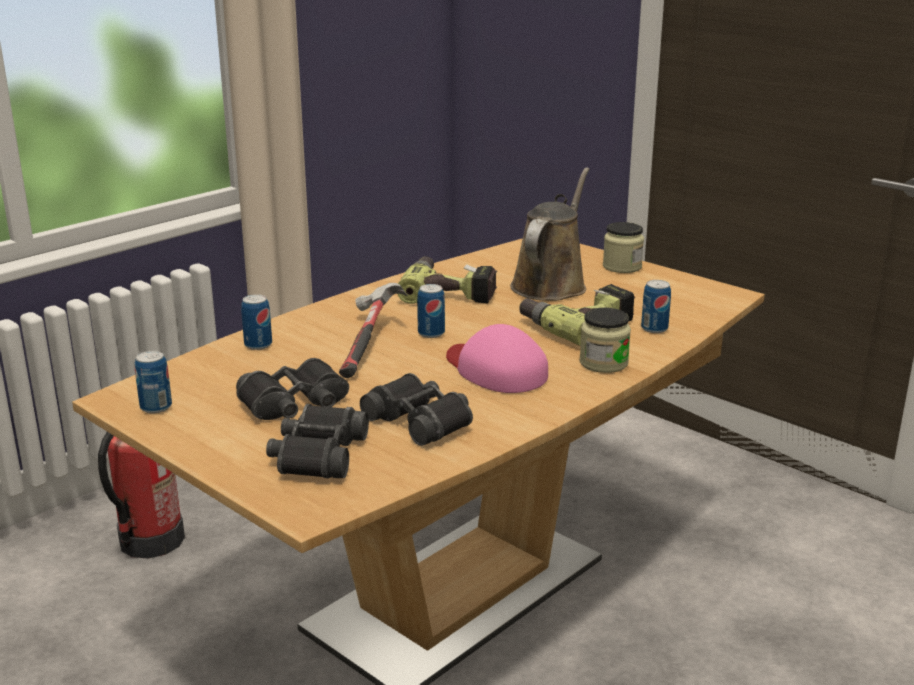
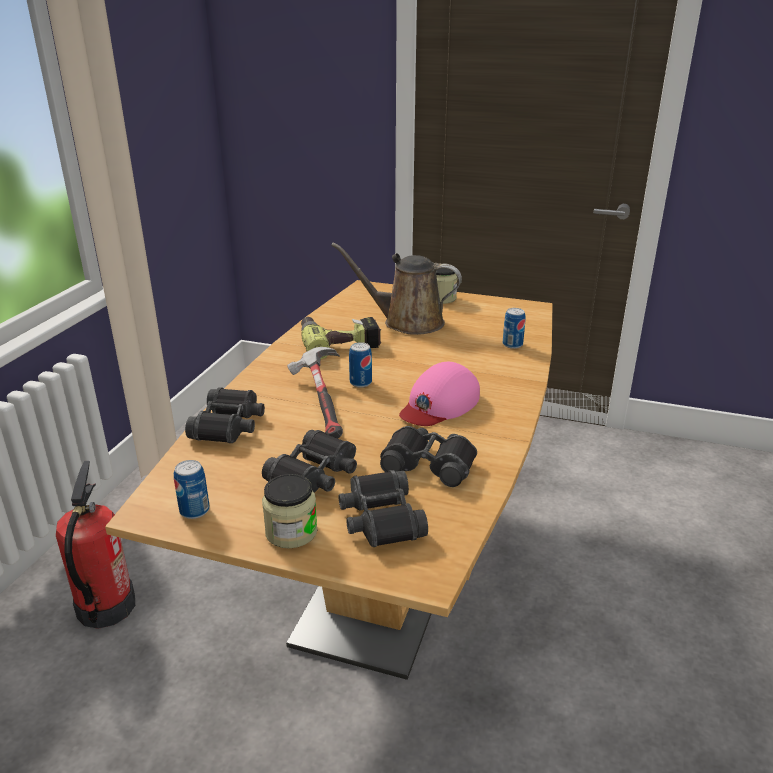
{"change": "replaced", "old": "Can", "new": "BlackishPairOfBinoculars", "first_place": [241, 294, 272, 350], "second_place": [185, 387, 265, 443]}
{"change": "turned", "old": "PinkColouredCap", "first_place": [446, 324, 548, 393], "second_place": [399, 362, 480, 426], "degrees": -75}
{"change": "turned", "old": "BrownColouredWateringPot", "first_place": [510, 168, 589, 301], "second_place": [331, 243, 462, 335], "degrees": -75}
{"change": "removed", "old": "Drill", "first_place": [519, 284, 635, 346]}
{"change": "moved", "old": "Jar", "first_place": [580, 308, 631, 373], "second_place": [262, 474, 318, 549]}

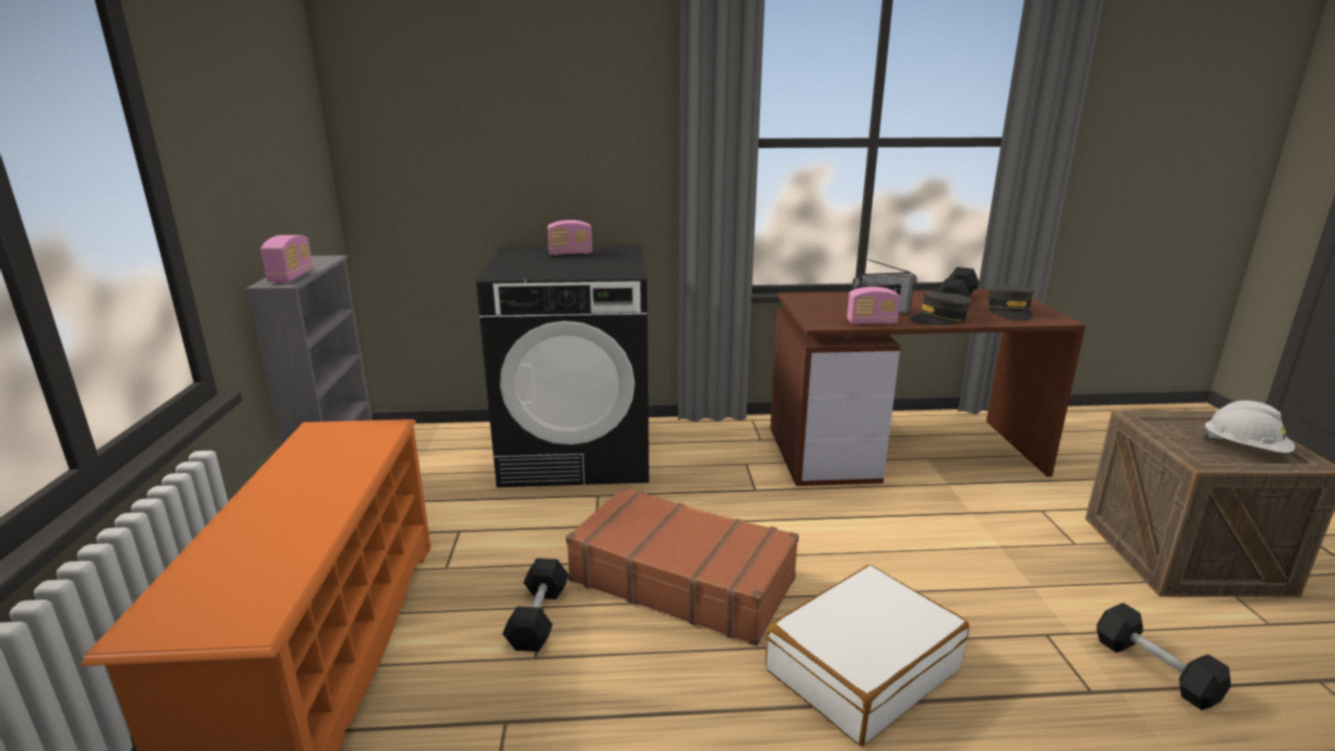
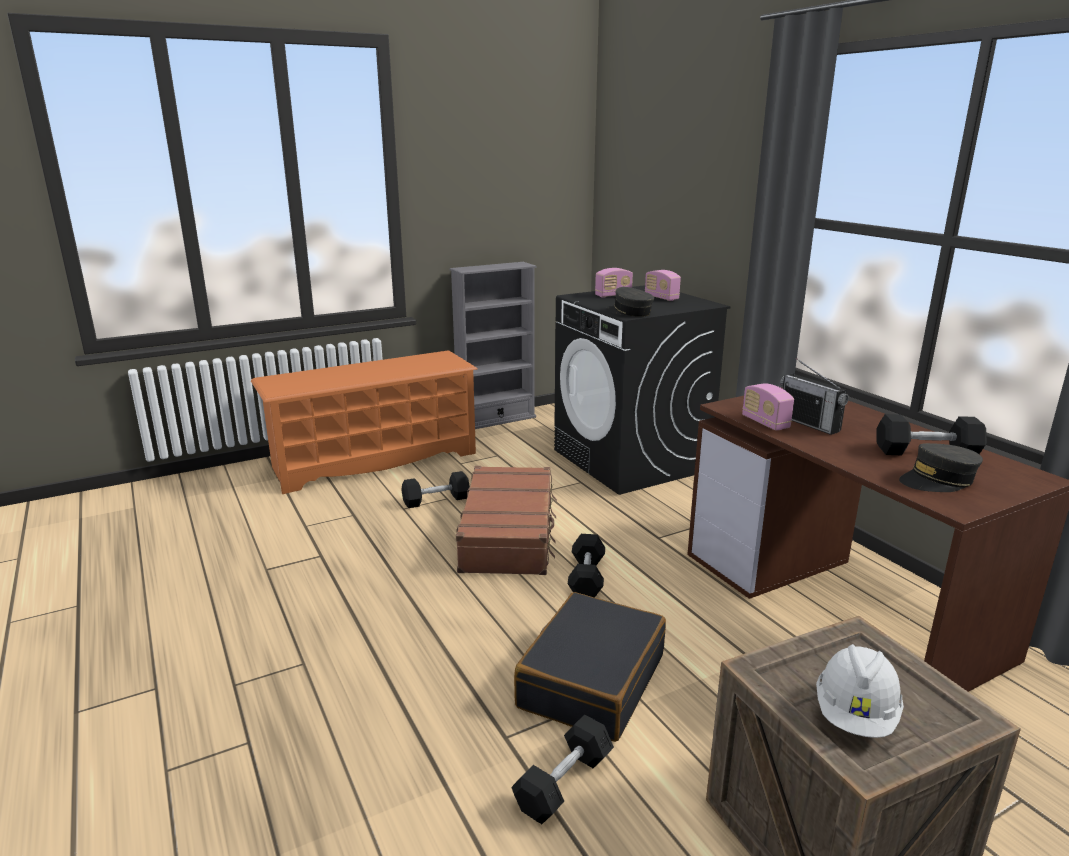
{"change": "moved", "old": "RadioReceiver", "first_place": [261, 235, 313, 283], "second_place": [595, 268, 633, 298]}
{"change": "removed", "old": "WhiteColouredSuitcase", "first_place": [765, 565, 969, 746]}
{"change": "moved", "old": "GreyCap", "first_place": [909, 292, 972, 325], "second_place": [606, 287, 654, 317]}
{"change": "added", "new": "BlackishSuitcase", "second_place": [514, 592, 666, 742]}
{"change": "added", "new": "BlackishHandWeight", "second_place": [568, 534, 605, 598]}

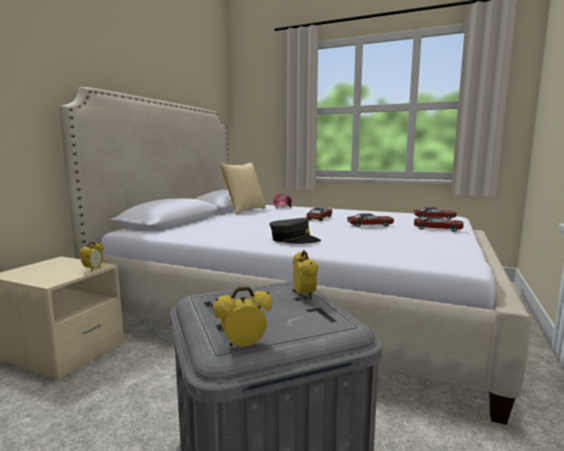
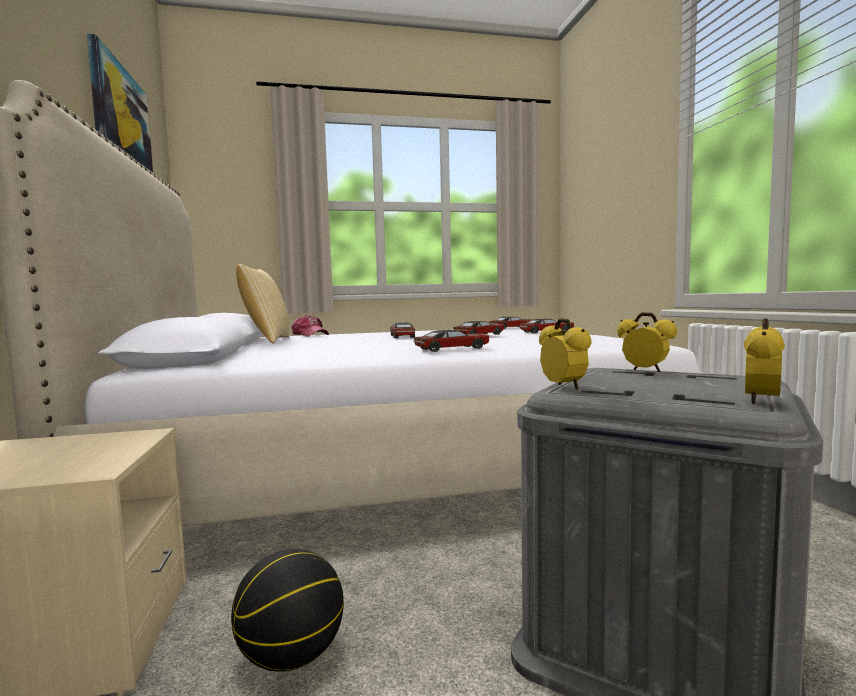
{"change": "moved", "old": "BedsideClock", "first_place": [79, 241, 104, 272], "second_place": [539, 318, 592, 390]}
{"change": "replaced", "old": "GreyCap", "new": "ModelCar", "first_place": [269, 218, 321, 244], "second_place": [414, 330, 490, 352]}
{"change": "added", "new": "WallPicture", "second_place": [87, 33, 153, 172]}
{"change": "added", "new": "Basketball", "second_place": [231, 549, 344, 672]}

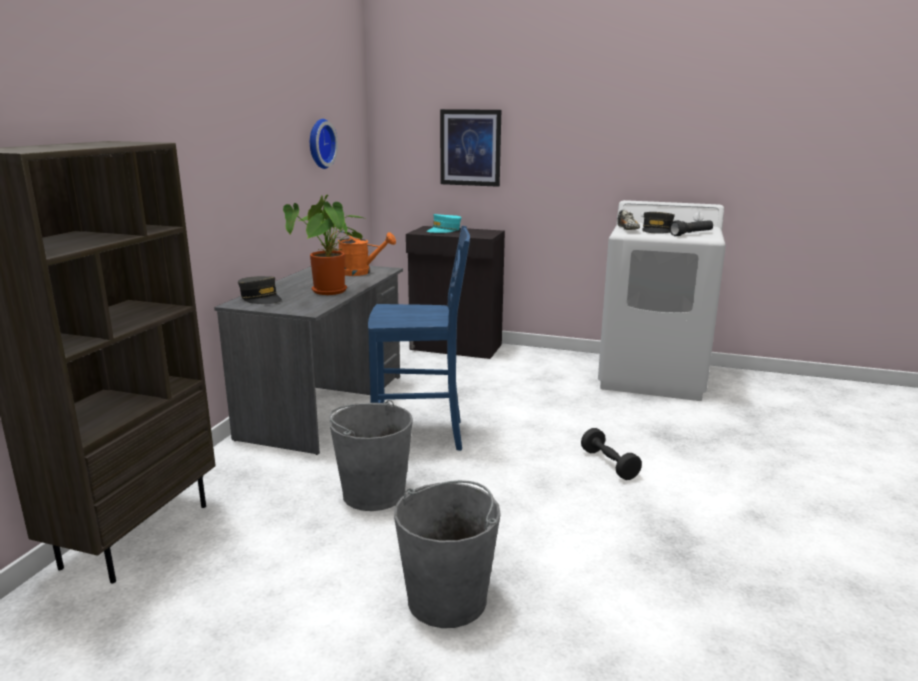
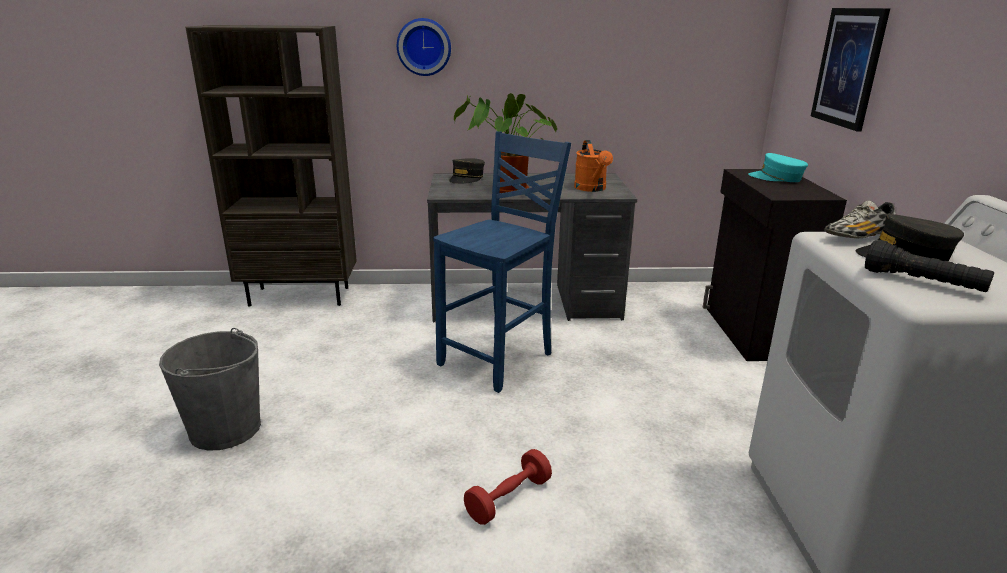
{"change": "moved", "old": "ClockOnTheWall", "first_place": [310, 119, 338, 169], "second_place": [397, 18, 451, 76]}
{"change": "removed", "old": "GreyWaterBucket", "first_place": [329, 400, 413, 511]}
{"change": "turned", "old": "BlueUprightChair", "first_place": [368, 226, 470, 451], "second_place": [433, 131, 571, 393], "degrees": -120}
{"change": "recoloured", "old": "BlackishHandWeight", "new": "RedColouredHandWeight", "first_place": [581, 428, 642, 480], "second_place": [464, 449, 552, 525]}

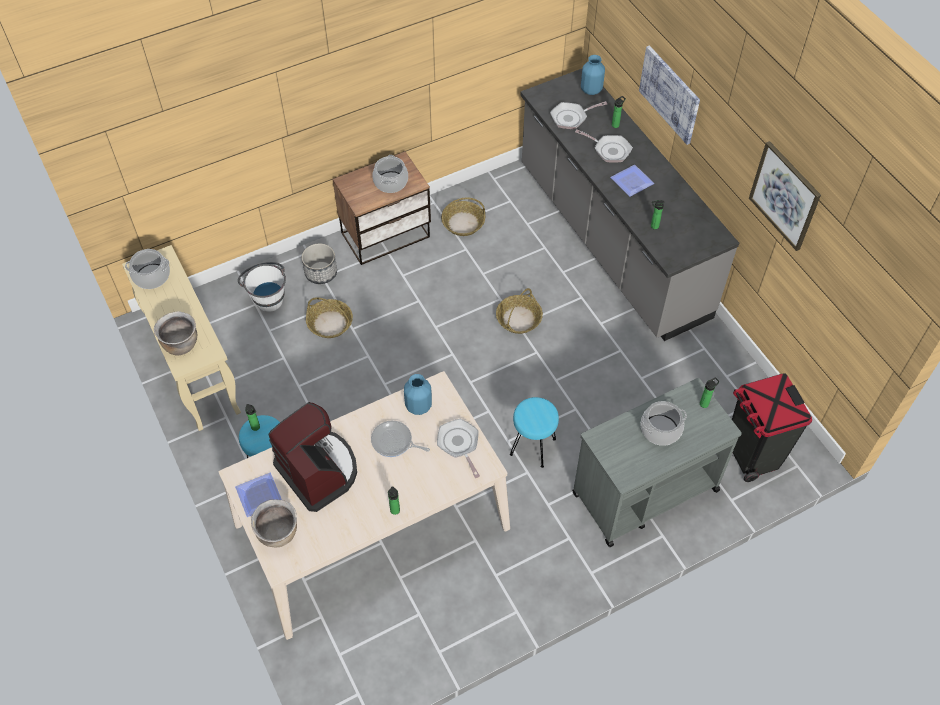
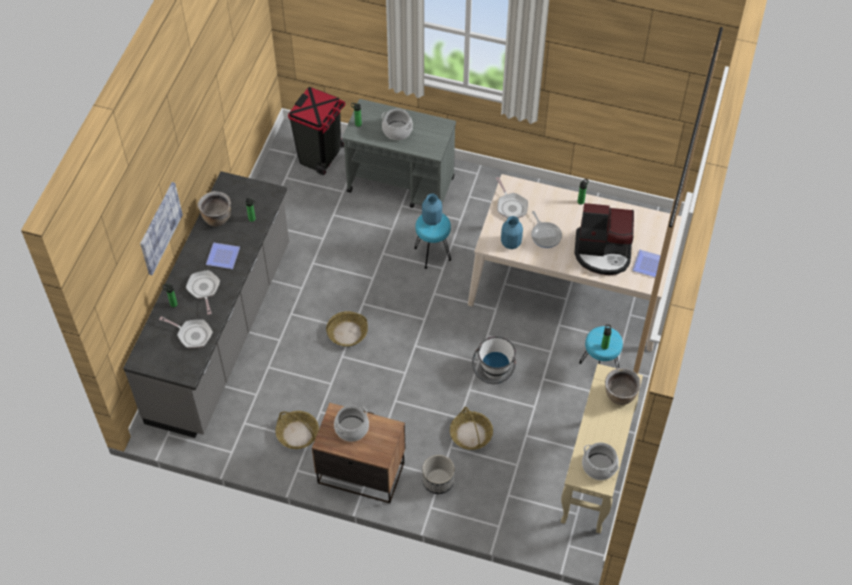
{"change": "moved", "old": "WhiteColouredWaterBucket", "first_place": [238, 262, 286, 312], "second_place": [472, 336, 516, 384]}
{"change": "moved", "old": "BrownColouredStockpot", "first_place": [251, 499, 297, 548], "second_place": [198, 191, 231, 226]}
{"change": "turned", "old": "CoffeeMaker", "first_place": [269, 402, 357, 512], "second_place": [574, 203, 634, 275], "degrees": -90}
{"change": "turned", "old": "Pan", "first_place": [437, 418, 480, 478], "second_place": [495, 177, 528, 219], "degrees": -45}
{"change": "moved", "old": "BlueVase", "first_place": [581, 55, 605, 95], "second_place": [422, 194, 442, 226]}
{"change": "removed", "old": "WallPicture", "first_place": [749, 141, 821, 251]}

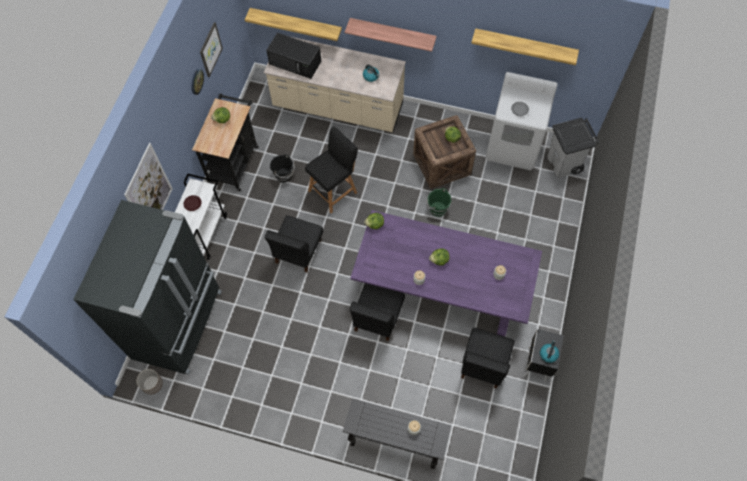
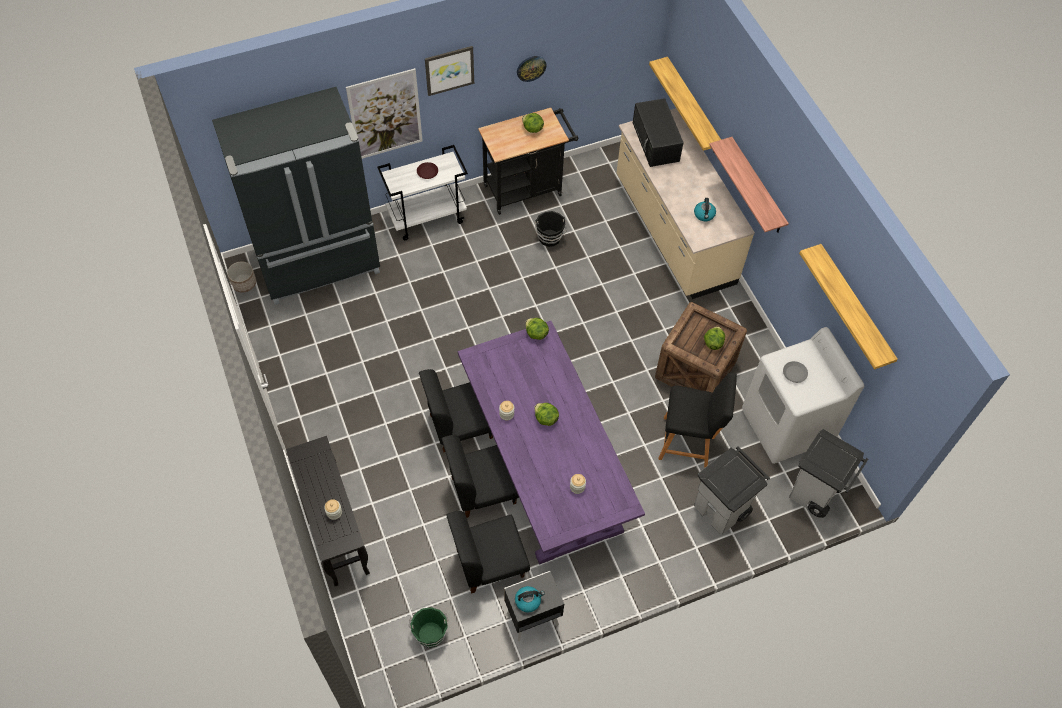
{"change": "moved", "old": "WallPicture", "first_place": [200, 22, 223, 77], "second_place": [425, 46, 474, 96]}
{"change": "moved", "old": "BlackishUprightChair", "first_place": [265, 215, 323, 273], "second_place": [442, 435, 519, 518]}
{"change": "moved", "old": "BlackishStoolSeat", "first_place": [305, 126, 358, 213], "second_place": [658, 373, 737, 467]}
{"change": "moved", "old": "GreenColouredWaterBucket", "first_place": [426, 188, 451, 217], "second_place": [409, 607, 448, 648]}
{"change": "added", "new": "GreyTrashCan", "second_place": [694, 446, 770, 535]}

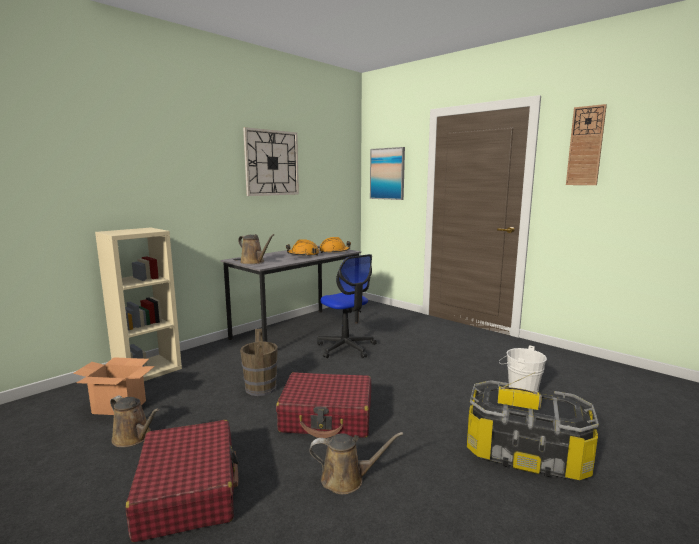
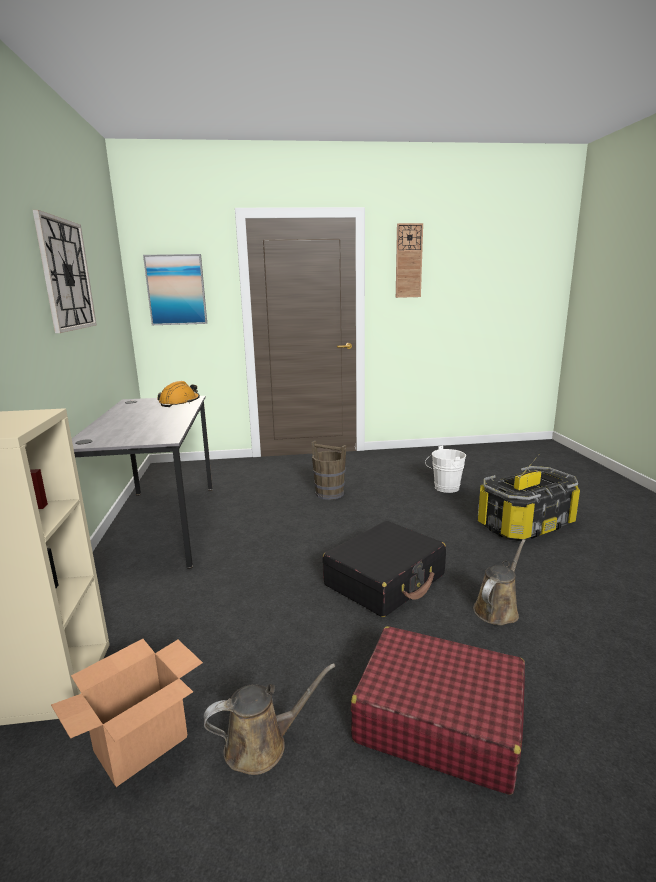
{"change": "removed", "old": "BrownColouredWateringPot", "first_place": [238, 234, 275, 264]}
{"change": "moved", "old": "BrownColouredWaterBucket", "first_place": [240, 328, 278, 396], "second_place": [311, 441, 347, 500]}
{"change": "recoloured", "old": "RedColouredSuitcase", "new": "BlackishSuitcase", "first_place": [276, 372, 371, 438], "second_place": [322, 521, 446, 617]}
{"change": "removed", "old": "OrangeColouredHardHat", "first_place": [286, 239, 319, 257]}
{"change": "removed", "old": "ComputerChair", "first_place": [317, 254, 377, 358]}

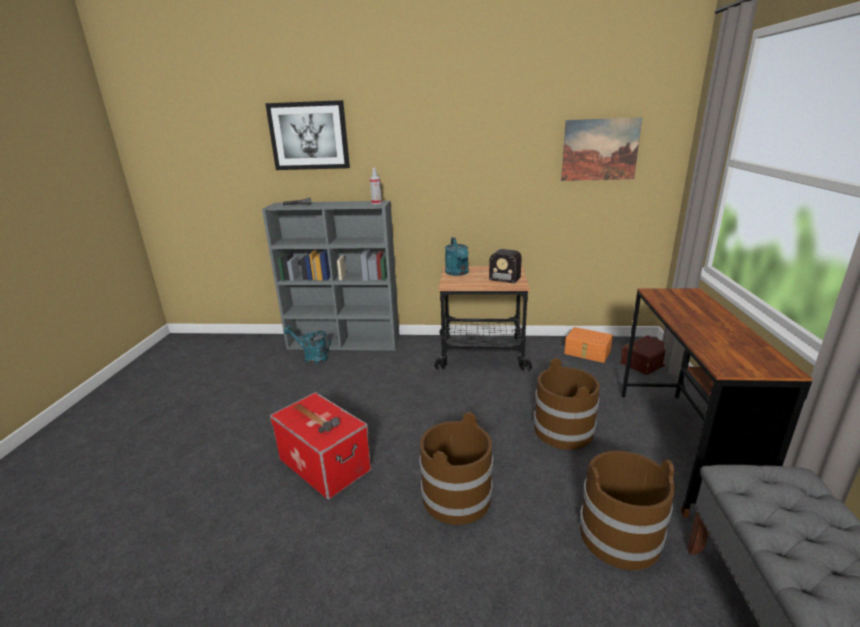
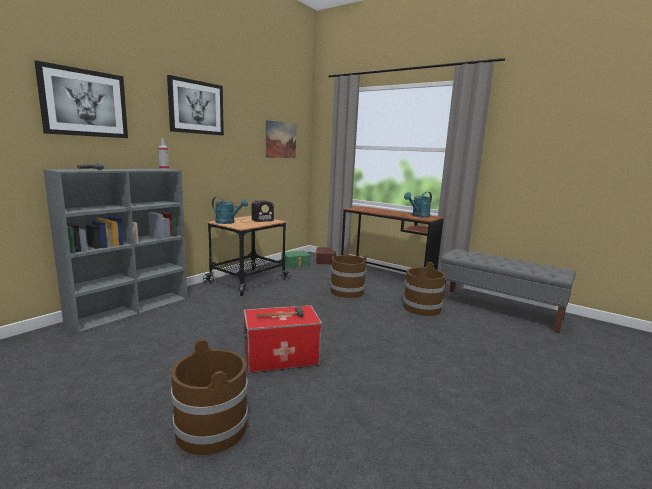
{"change": "moved", "old": "TurquoiseColouredWateringPot", "first_place": [284, 325, 331, 364], "second_place": [404, 192, 432, 217]}
{"change": "moved", "old": "BrownColouredWaterBucket", "first_place": [420, 412, 493, 525], "second_place": [171, 339, 248, 455]}
{"change": "recoloured", "old": "OrangeColouredStorageBin", "new": "GreenColouredStorageBin", "first_place": [564, 327, 613, 363], "second_place": [281, 250, 311, 268]}
{"change": "added", "new": "WallPicture", "second_place": [167, 75, 224, 135]}

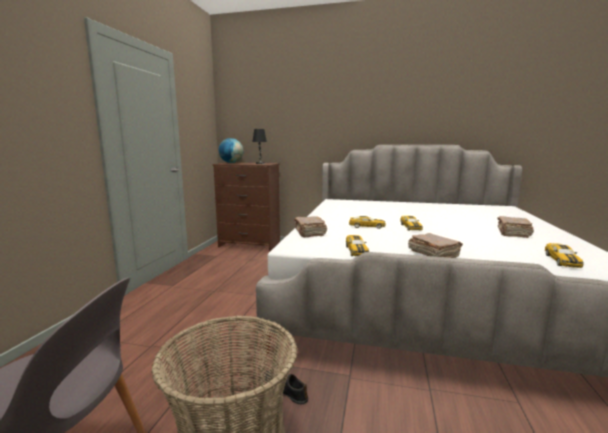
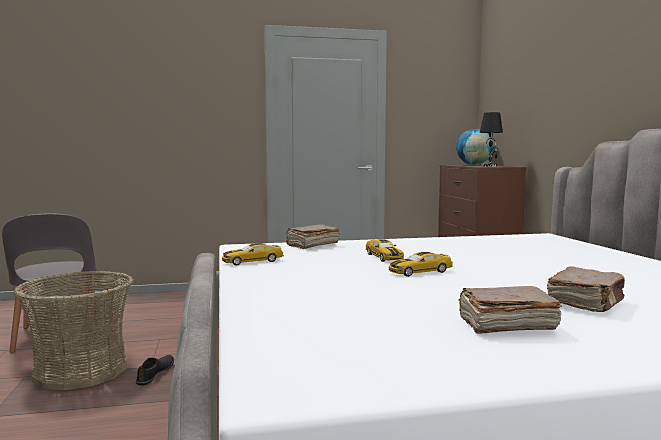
{"change": "moved", "old": "BrownColouredVolume", "first_place": [408, 233, 463, 258], "second_place": [547, 266, 625, 312]}
{"change": "removed", "old": "ModelCar", "first_place": [545, 243, 583, 268]}

